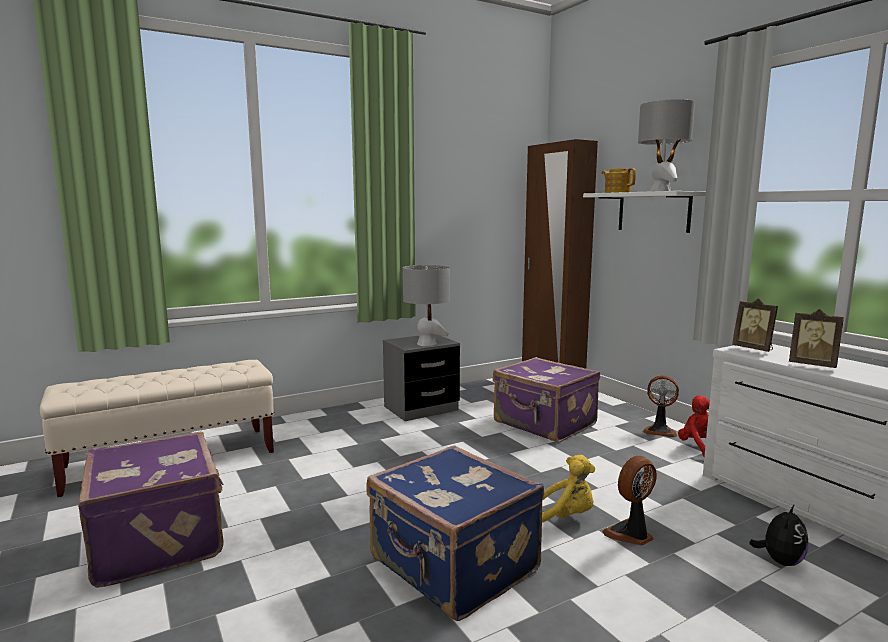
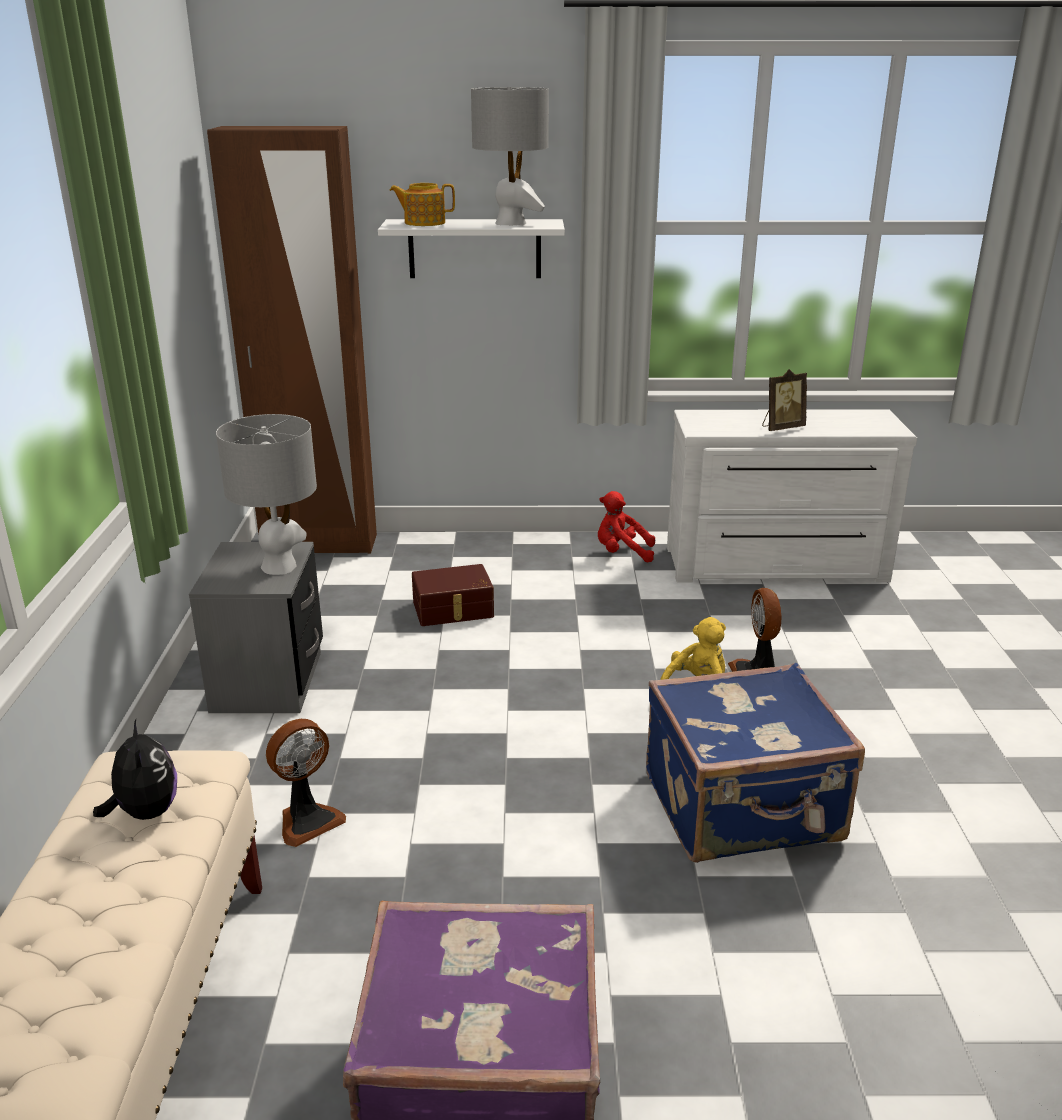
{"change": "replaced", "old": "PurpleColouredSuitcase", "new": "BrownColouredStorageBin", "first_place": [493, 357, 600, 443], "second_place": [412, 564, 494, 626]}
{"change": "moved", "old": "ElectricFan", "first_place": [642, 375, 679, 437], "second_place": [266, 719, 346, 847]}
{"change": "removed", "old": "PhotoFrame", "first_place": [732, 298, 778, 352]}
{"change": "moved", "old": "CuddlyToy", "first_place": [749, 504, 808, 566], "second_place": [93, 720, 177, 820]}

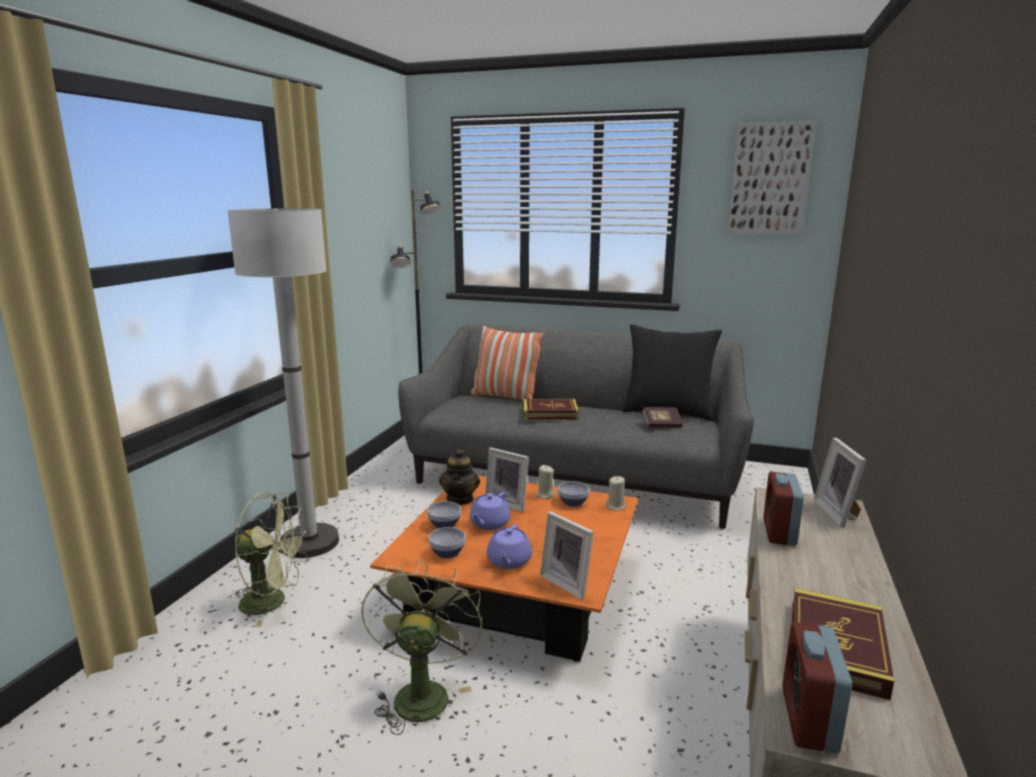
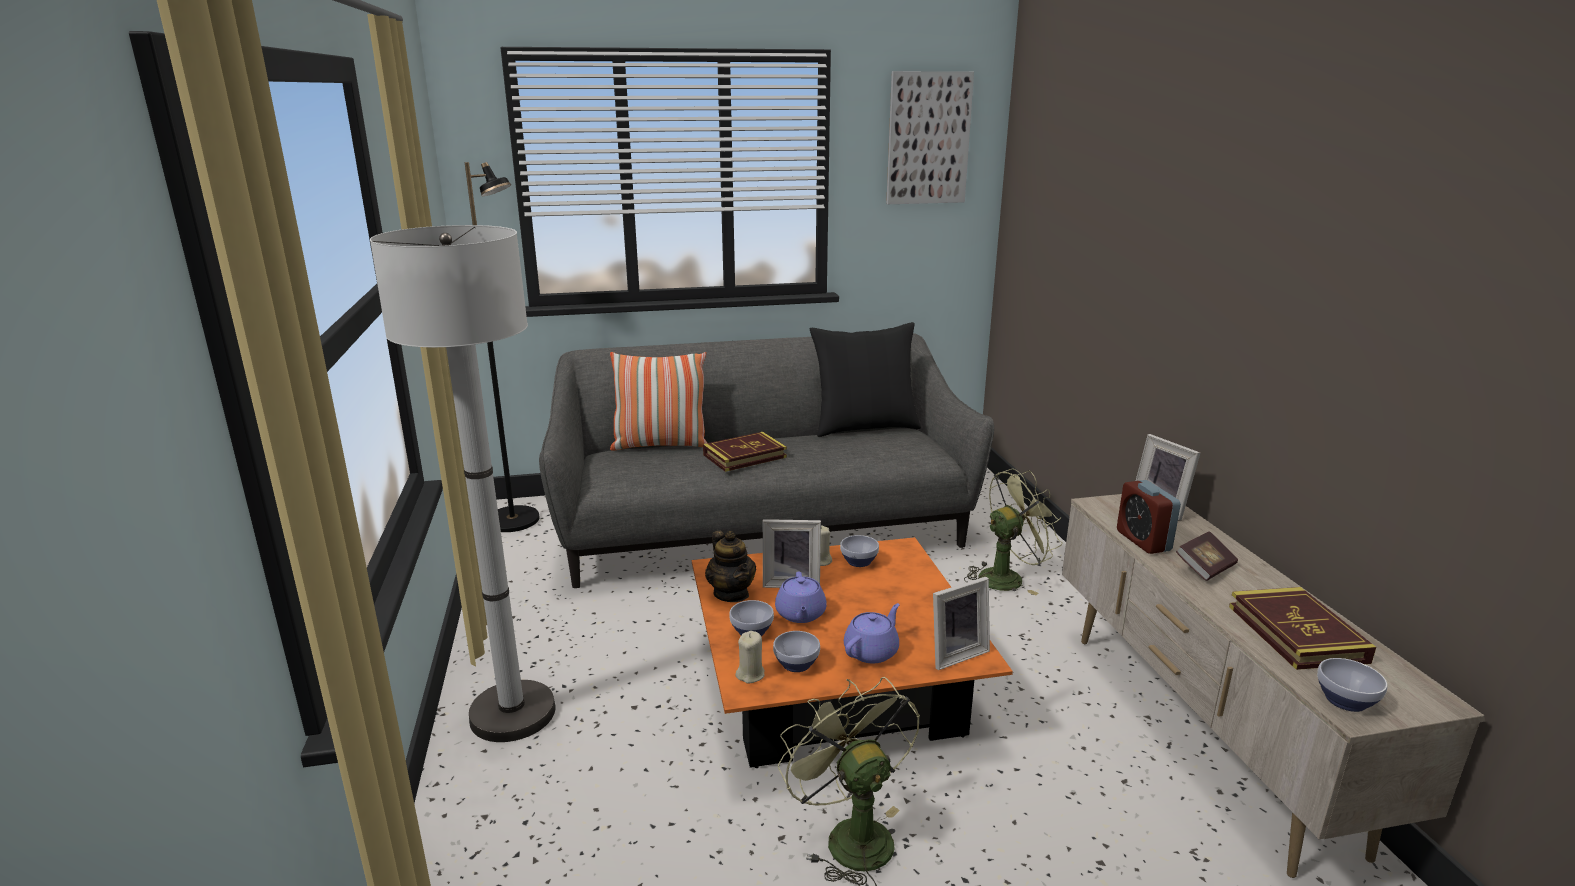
{"change": "moved", "old": "GreenColouredElectricFan", "first_place": [235, 493, 309, 628], "second_place": [964, 468, 1063, 595]}
{"change": "turned", "old": "PurpleColouredTeaPot", "first_place": [487, 524, 532, 569], "second_place": [844, 603, 900, 663], "degrees": -120}
{"change": "turned", "old": "PhotoFrame", "first_place": [540, 511, 594, 599], "second_place": [933, 576, 990, 670], "degrees": -45}
{"change": "moved", "old": "SandColouredWaxLight", "first_place": [606, 476, 626, 511], "second_place": [735, 631, 765, 683]}
{"change": "moved", "old": "Volume", "first_place": [642, 407, 683, 427], "second_place": [1176, 531, 1238, 581]}
{"change": "replaced", "old": "BedsideClock", "new": "Bowl", "first_place": [783, 622, 852, 754], "second_place": [1317, 658, 1388, 712]}

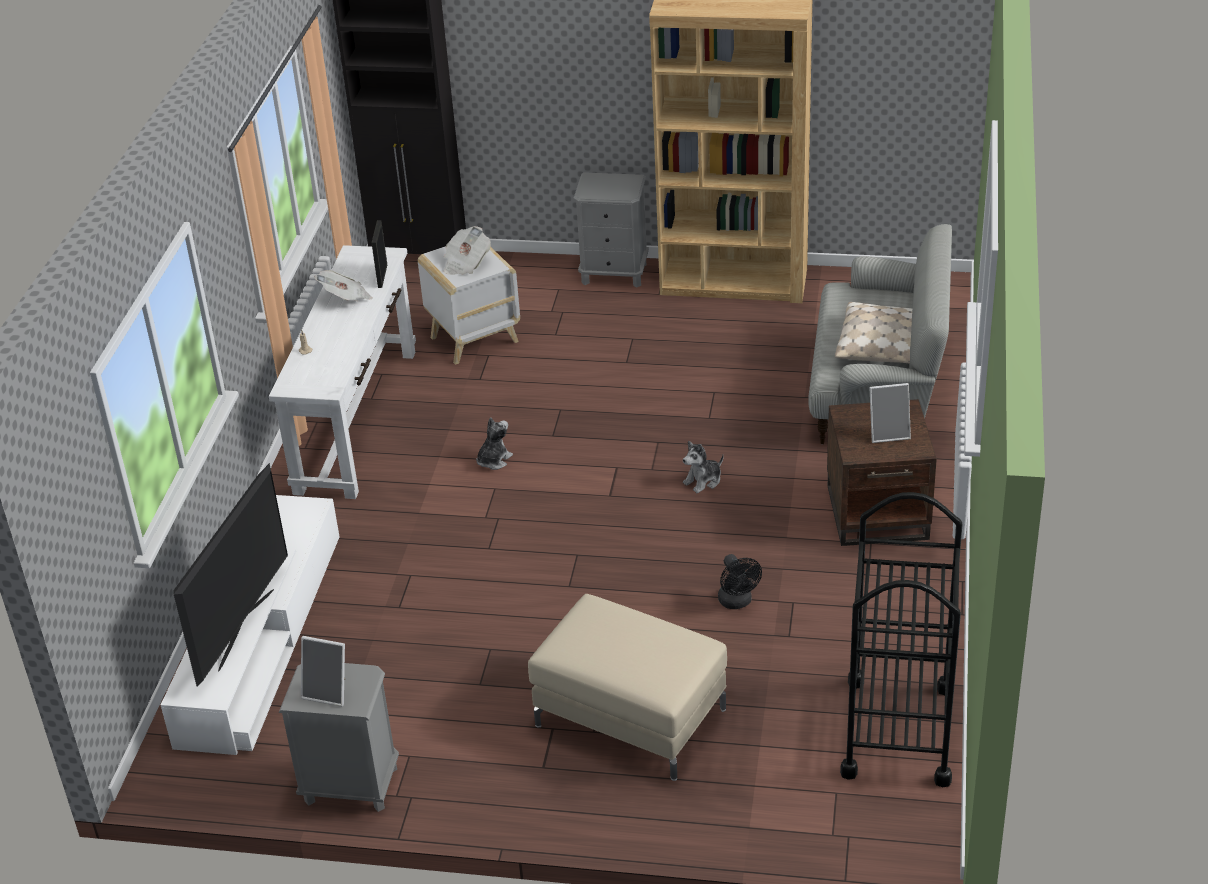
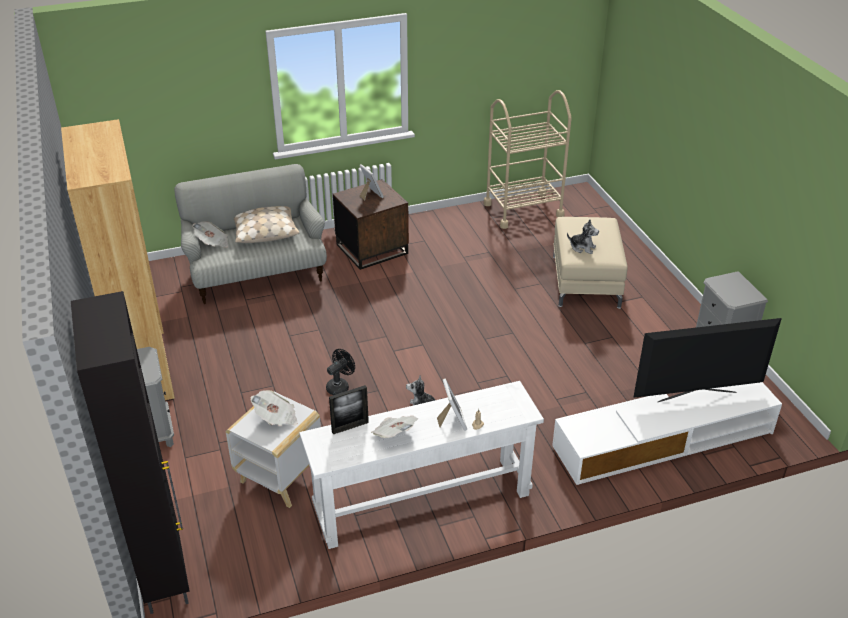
{"change": "moved", "old": "PhotoFrame", "first_place": [301, 636, 346, 707], "second_place": [437, 379, 467, 431]}
{"change": "moved", "old": "CuddlyToy", "first_place": [683, 441, 724, 493], "second_place": [567, 219, 599, 254]}
{"change": "moved", "old": "BlackishElectricFan", "first_place": [718, 554, 762, 609], "second_place": [326, 349, 355, 395]}
{"change": "recoloured", "old": "BlackishWheeledCart", "new": "SandColouredWheeledCart", "first_place": [840, 492, 963, 787], "second_place": [484, 90, 572, 229]}
{"change": "added", "new": "PrintedPaper", "second_place": [192, 221, 228, 248]}

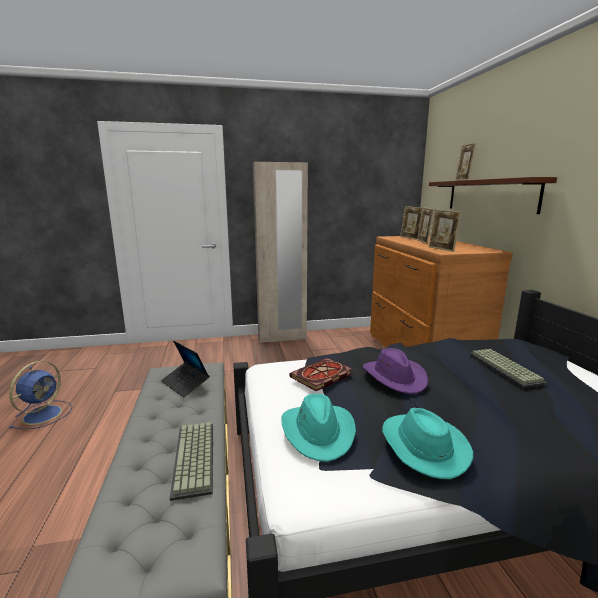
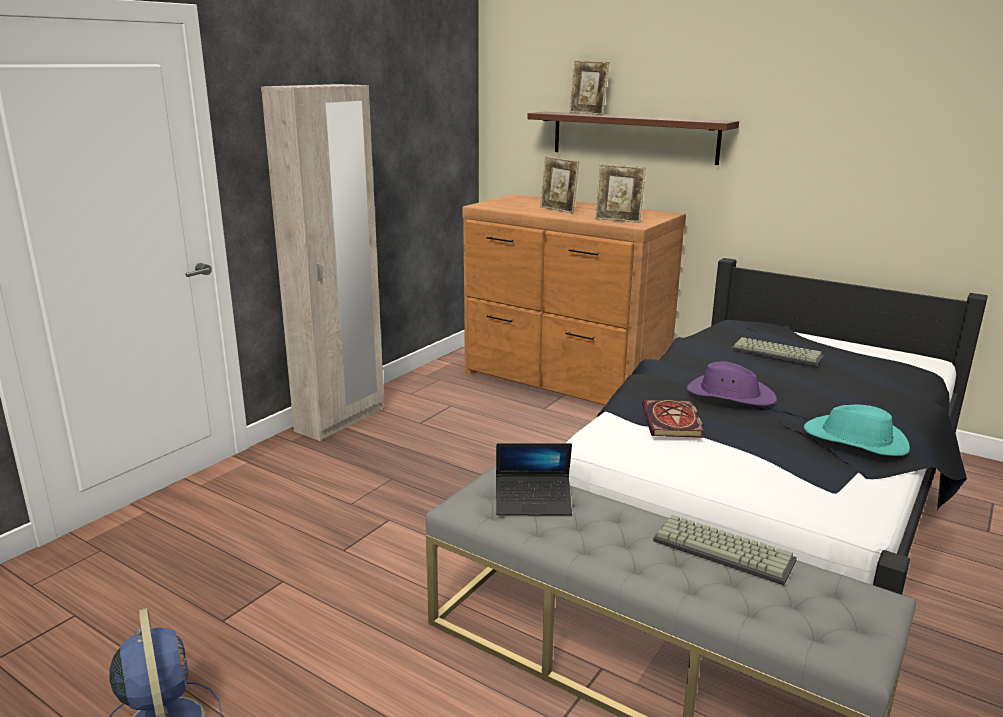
{"change": "removed", "old": "TurquoiseColouredHat", "first_place": [282, 393, 356, 462]}
{"change": "removed", "old": "PhotoFrame", "first_place": [400, 206, 423, 240]}

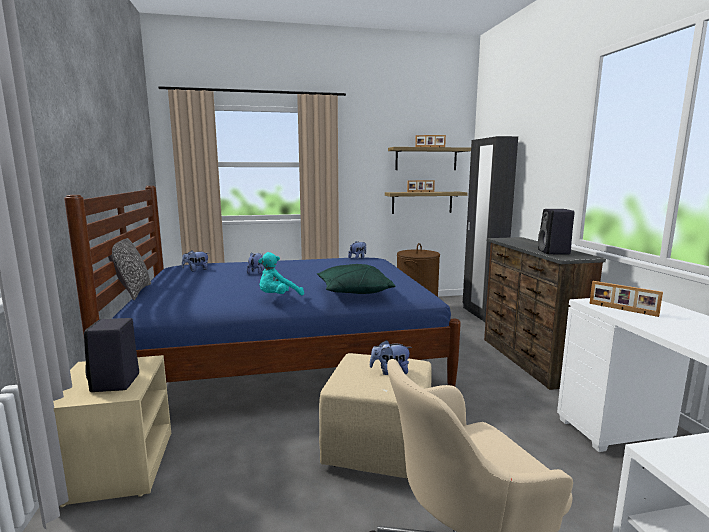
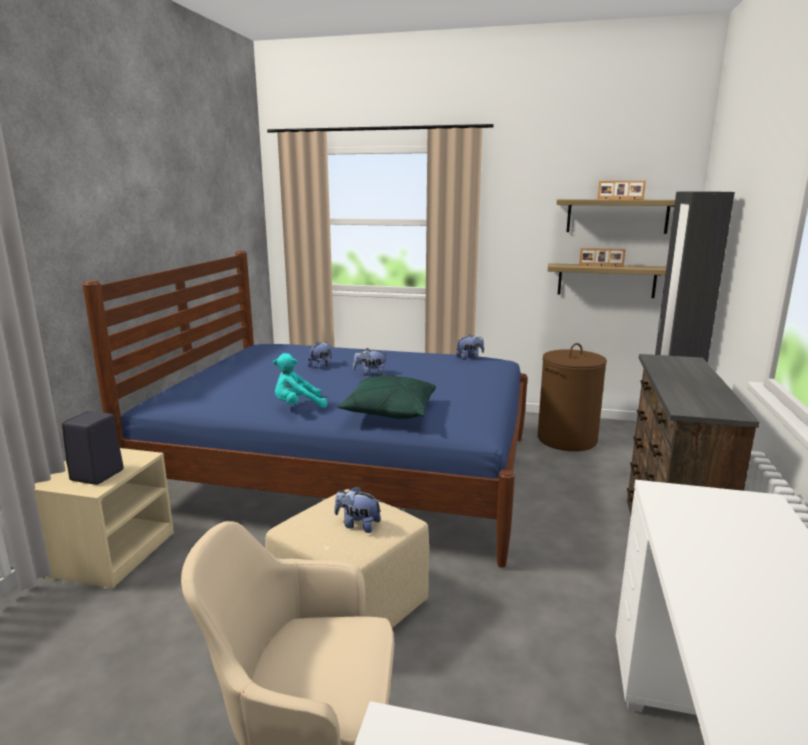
{"change": "removed", "old": "Cushion", "first_place": [103, 238, 151, 300]}
{"change": "moved", "old": "CuddlyToy", "first_place": [182, 251, 208, 271], "second_place": [353, 348, 388, 376]}
{"change": "removed", "old": "BlackishLoudspeaker", "first_place": [538, 209, 575, 255]}
{"change": "removed", "old": "PhotoFrame", "first_place": [590, 281, 663, 317]}

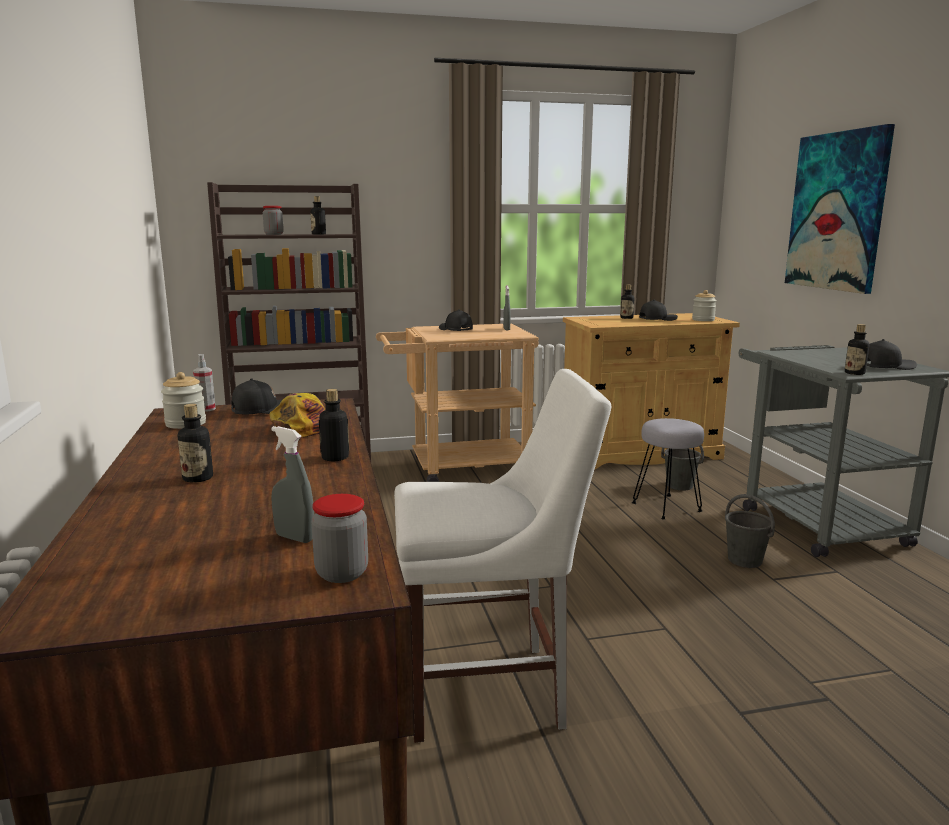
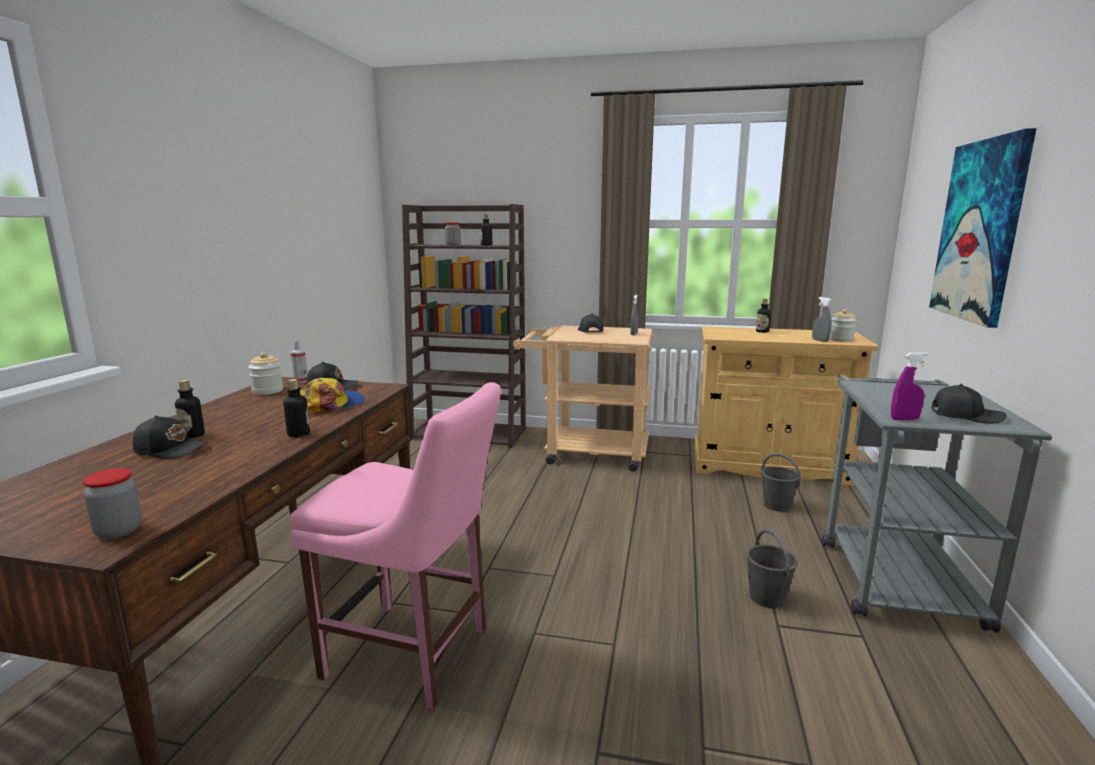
{"change": "moved", "old": "GreySprayBottle", "first_place": [271, 426, 314, 543], "second_place": [812, 297, 832, 342]}
{"change": "recoloured", "old": "WhiteColouredUprightChair", "new": "PinkColouredUprightChair", "first_place": [394, 369, 611, 743], "second_place": [290, 382, 501, 709]}
{"change": "removed", "old": "GreyStoolSeat", "first_place": [632, 418, 704, 520]}
{"change": "moved", "old": "BlackishCap", "first_place": [639, 299, 678, 321], "second_place": [133, 415, 209, 459]}
{"change": "replaced", "old": "BeverageBottle", "new": "PurpleColouredSprayBottle", "first_place": [845, 324, 869, 375], "second_place": [891, 352, 928, 420]}

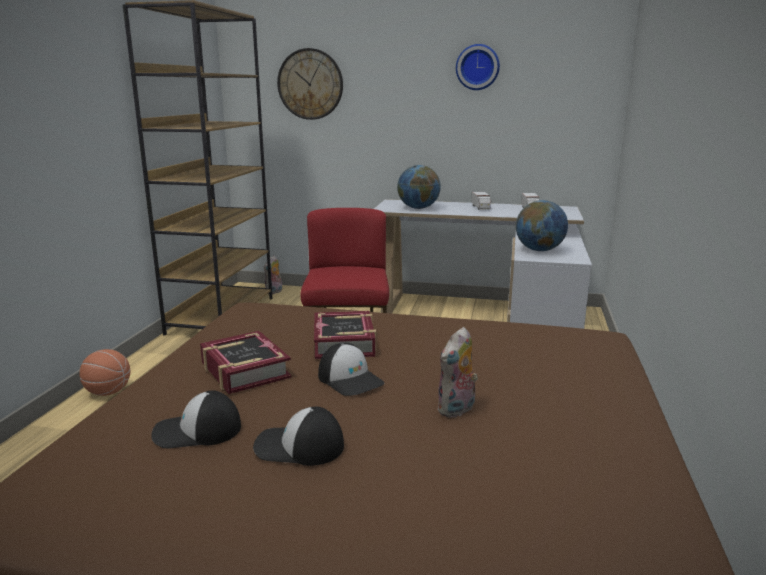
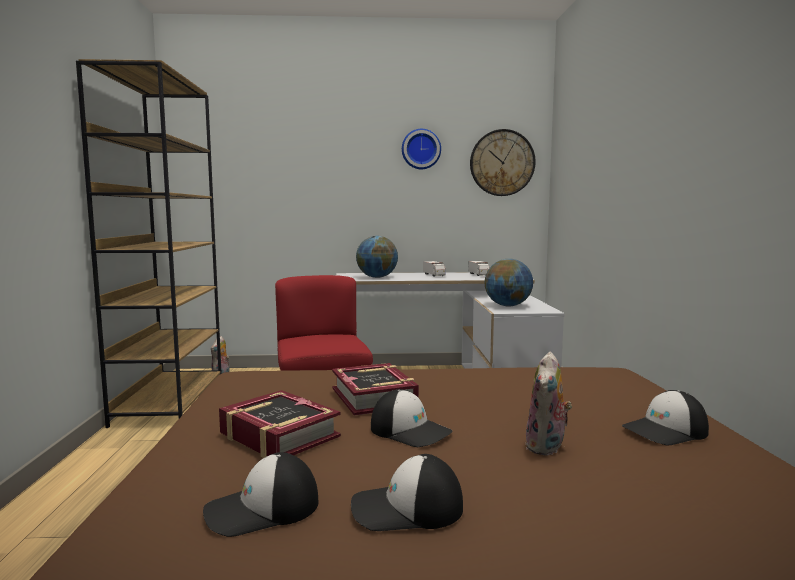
{"change": "removed", "old": "Basketball", "first_place": [79, 349, 130, 396]}
{"change": "moved", "old": "ClockOnTheWall", "first_place": [277, 48, 343, 120], "second_place": [470, 129, 536, 196]}
{"change": "added", "new": "Cap", "second_place": [622, 390, 709, 445]}

